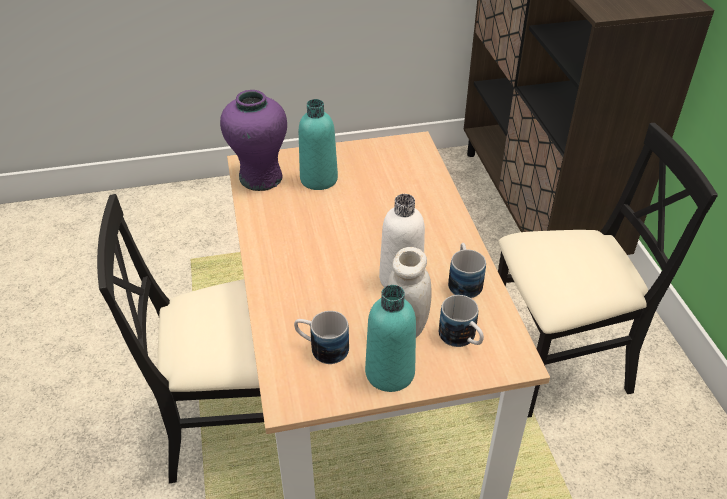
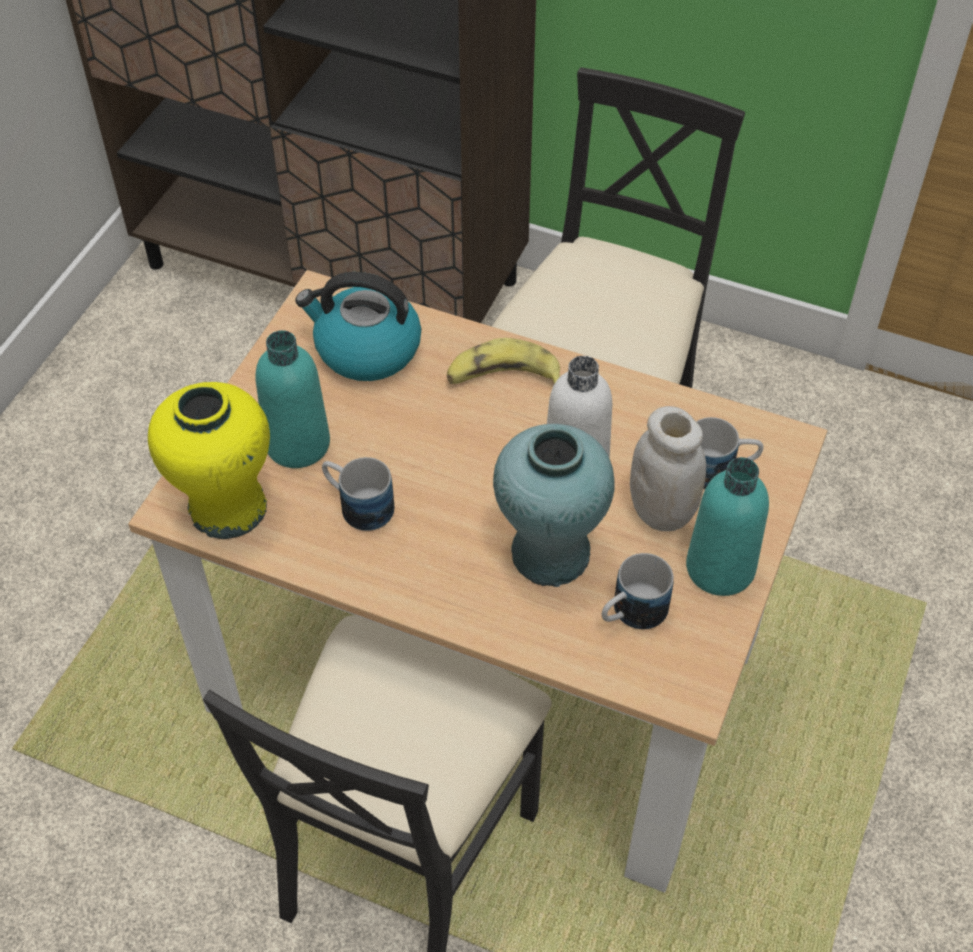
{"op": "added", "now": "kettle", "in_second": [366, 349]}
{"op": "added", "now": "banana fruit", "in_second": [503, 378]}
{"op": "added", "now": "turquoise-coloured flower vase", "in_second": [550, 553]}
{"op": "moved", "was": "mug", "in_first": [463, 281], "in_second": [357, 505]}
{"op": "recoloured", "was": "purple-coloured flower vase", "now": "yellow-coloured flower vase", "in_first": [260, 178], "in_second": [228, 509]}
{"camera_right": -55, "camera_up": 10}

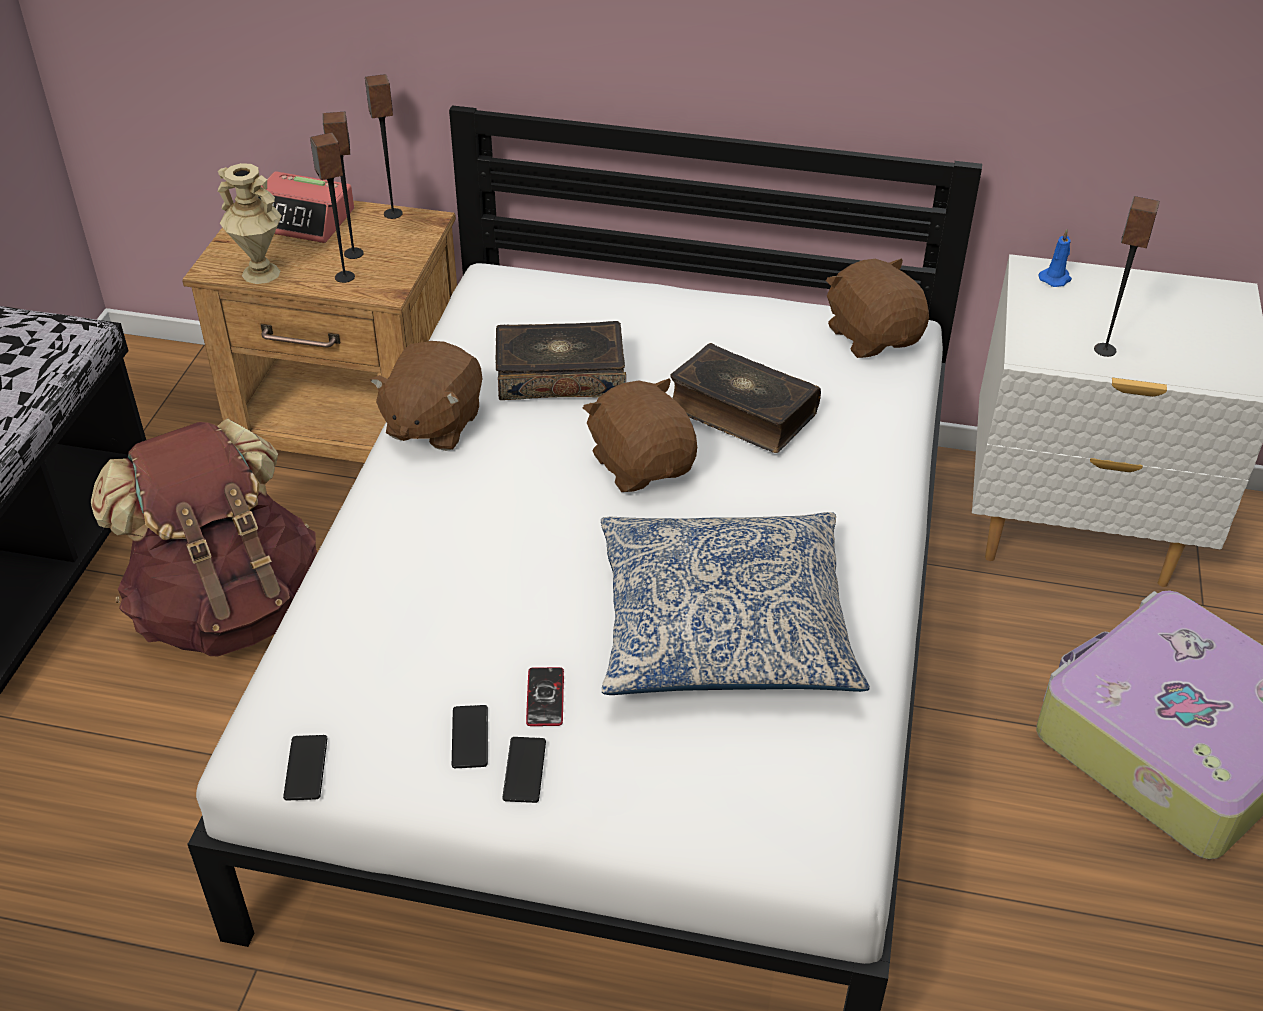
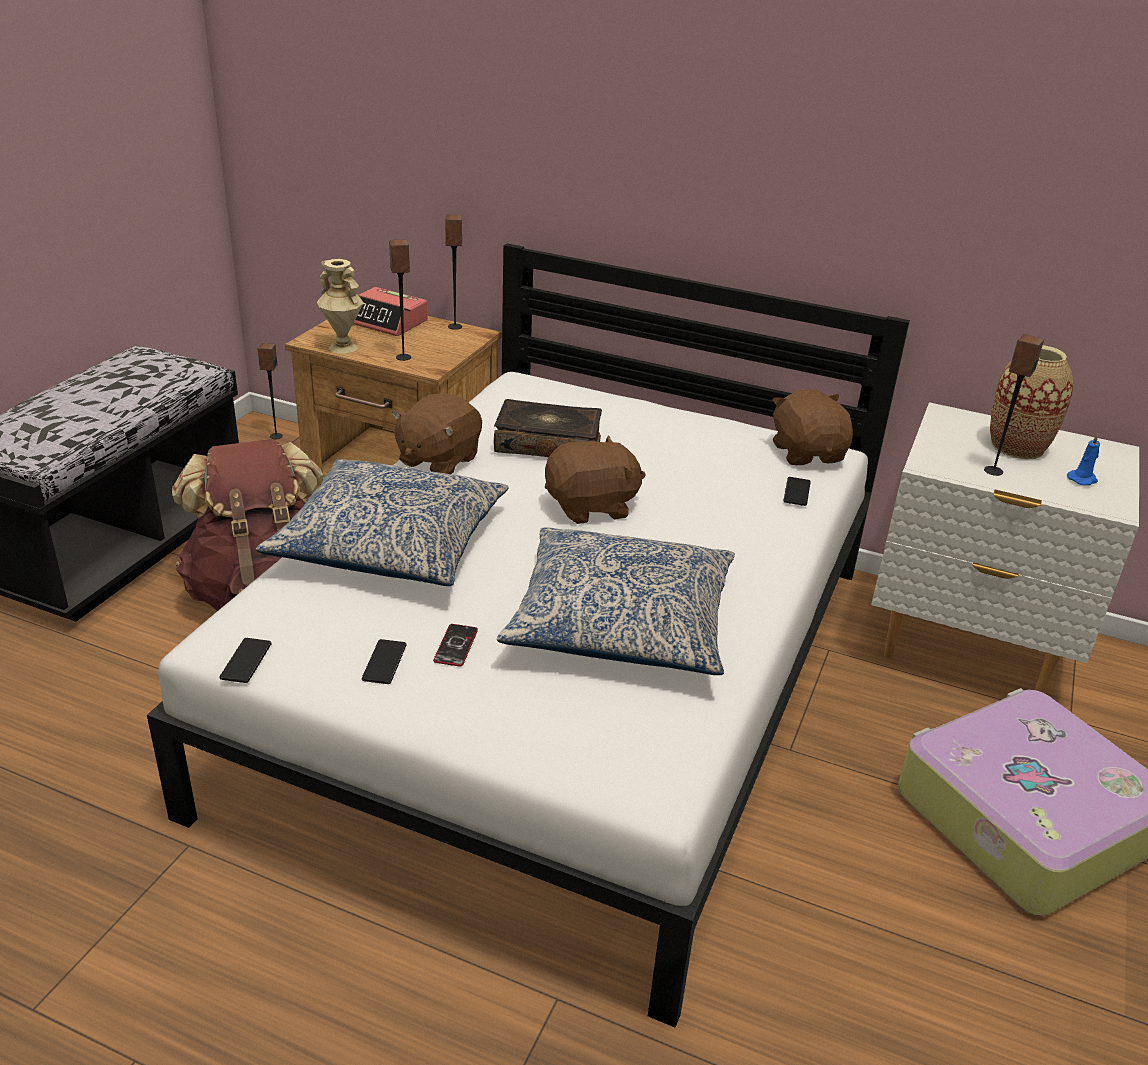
{"op": "removed", "was": "bound book", "in_first": [741, 411]}
{"op": "added", "now": "cushion", "in_second": [390, 543]}
{"op": "added", "now": "flower vase", "in_second": [1017, 447]}
{"op": "moved", "was": "speaker", "in_first": [353, 253], "in_second": [276, 436]}
{"op": "moved", "was": "phone", "in_first": [524, 770], "in_second": [796, 492]}
{"op": "moved", "was": "bluish wax candle", "in_first": [1055, 278], "in_second": [1082, 479]}
{"op": "turned", "was": "brownish cuddly toy", "in_first": [642, 465], "in_second": [591, 507], "clockwise": 90}
{"camera_right": 10, "camera_up": -10}

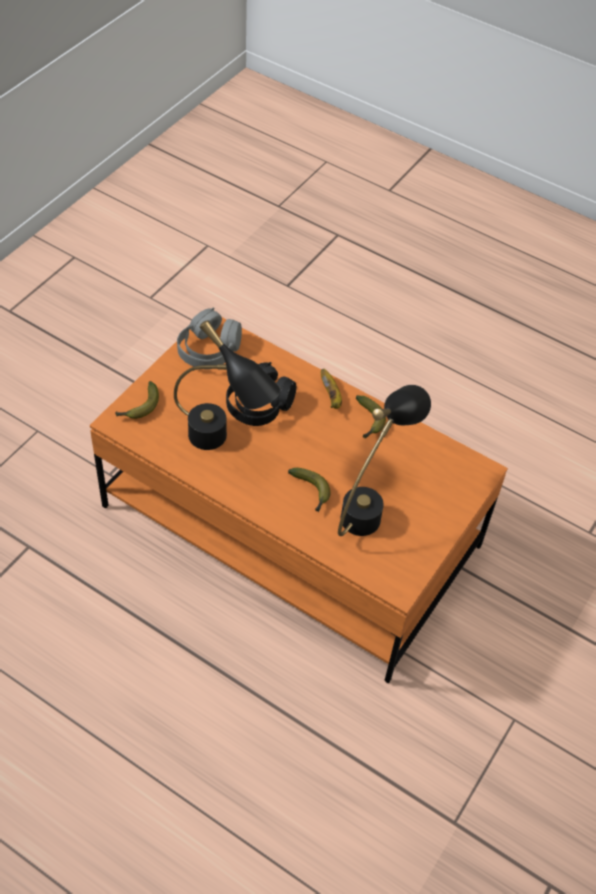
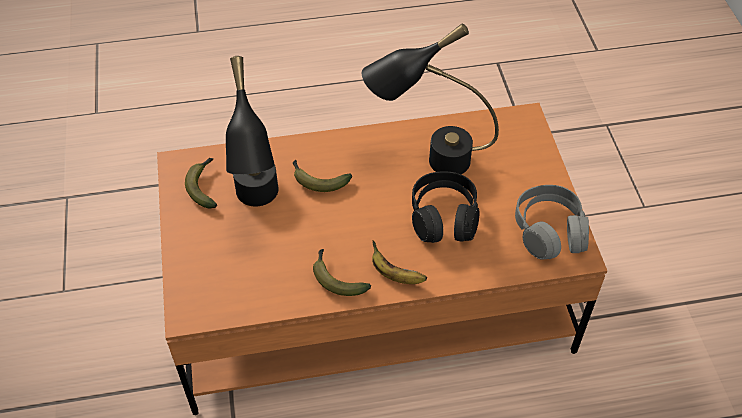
{"op": "moved", "was": "banana fruit", "in_first": [139, 407], "in_second": [204, 186]}
{"camera_right": 140, "camera_up": 0}

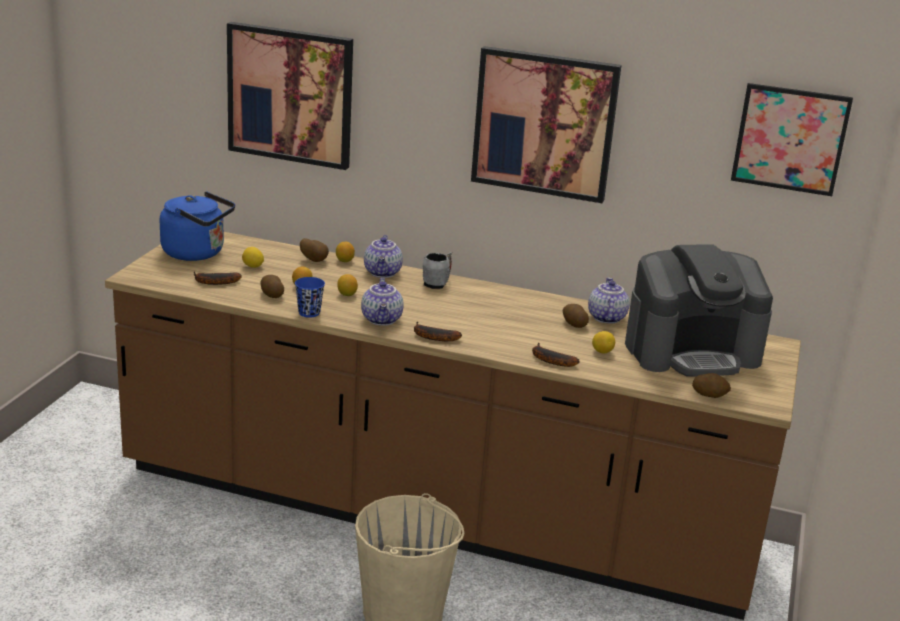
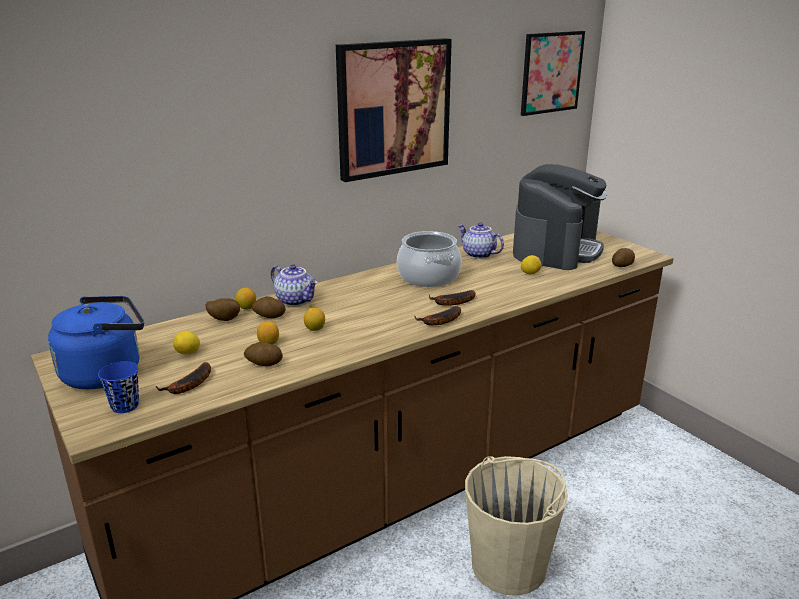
{"op": "removed", "was": "picture", "in_first": [290, 95]}
{"op": "removed", "was": "teapot", "in_first": [382, 320]}
{"op": "removed", "was": "greyish mug", "in_first": [437, 283]}
{"op": "added", "now": "saucepot", "in_second": [428, 277]}
{"op": "moved", "was": "bluish drinking cup", "in_first": [309, 313], "in_second": [125, 406]}
{"op": "moved", "was": "banana fruit", "in_first": [549, 360], "in_second": [452, 303]}
{"op": "moved", "was": "potato", "in_first": [574, 324], "in_second": [269, 316]}
{"camera_right": -50, "camera_up": 0}

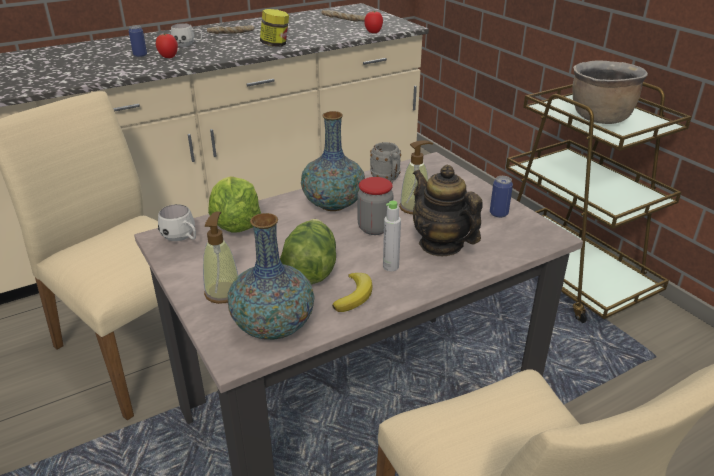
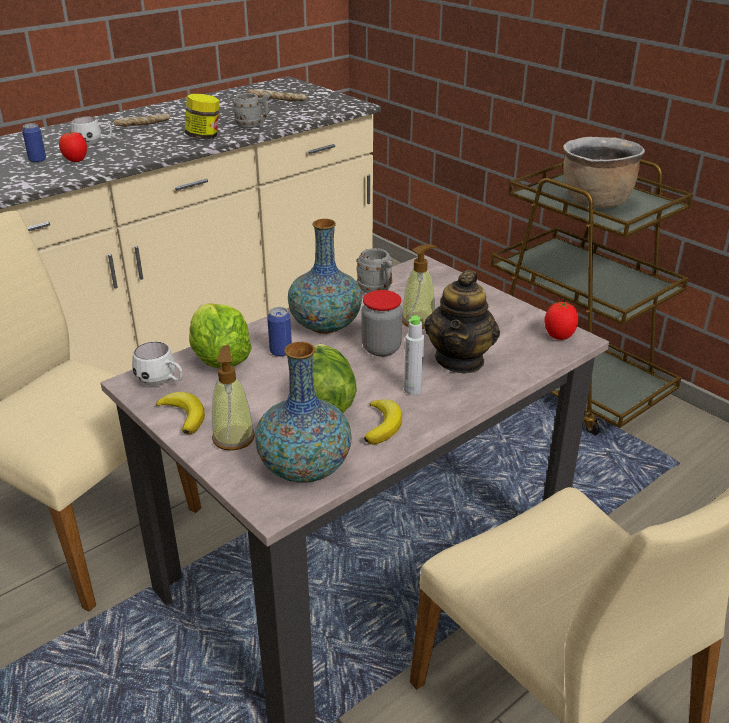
{"op": "added", "now": "banana fruit", "in_second": [184, 415]}
{"op": "added", "now": "greyish mug", "in_second": [253, 126]}
{"op": "moved", "was": "tomato", "in_first": [373, 32], "in_second": [559, 337]}
{"op": "moved", "was": "can", "in_first": [498, 213], "in_second": [281, 351]}
{"op": "turned", "was": "teapot", "in_first": [441, 245], "in_second": [460, 360], "clockwise": -120}
{"camera_right": -10, "camera_up": 0}

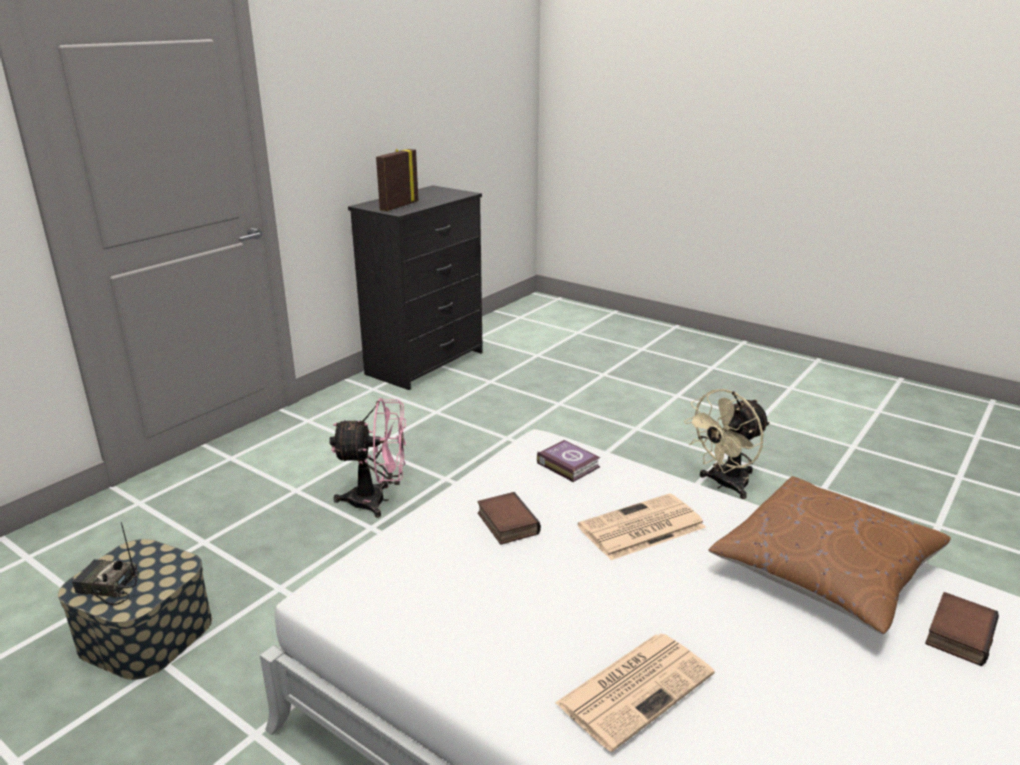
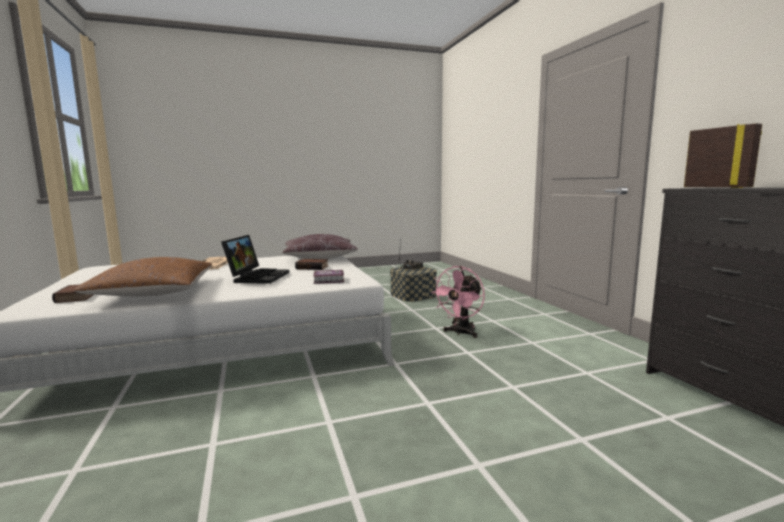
{"op": "removed", "was": "sand-coloured cooling fan", "in_first": [724, 485]}
{"op": "added", "now": "brownish cushion", "in_second": [319, 258]}
{"op": "replaced", "was": "newspaper", "now": "notebook computer", "in_first": [640, 528], "in_second": [257, 277]}
{"camera_right": 125, "camera_up": -15}

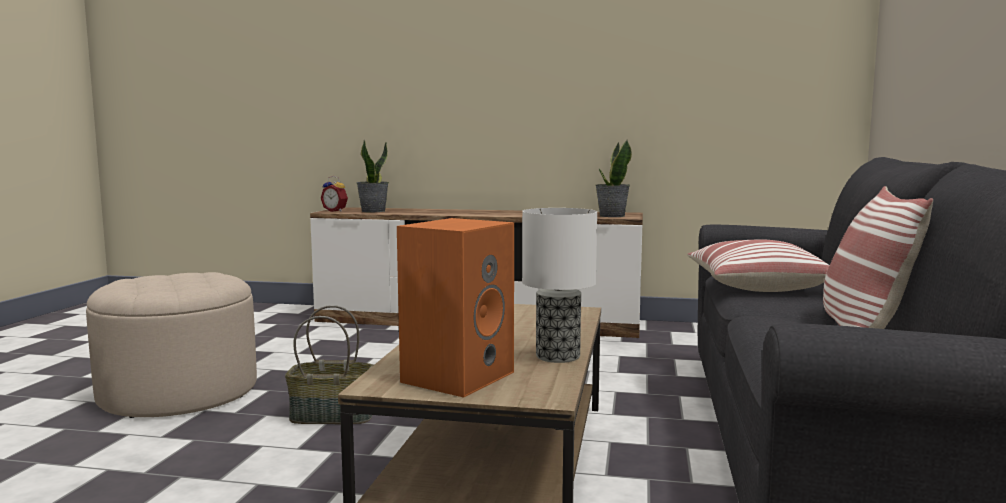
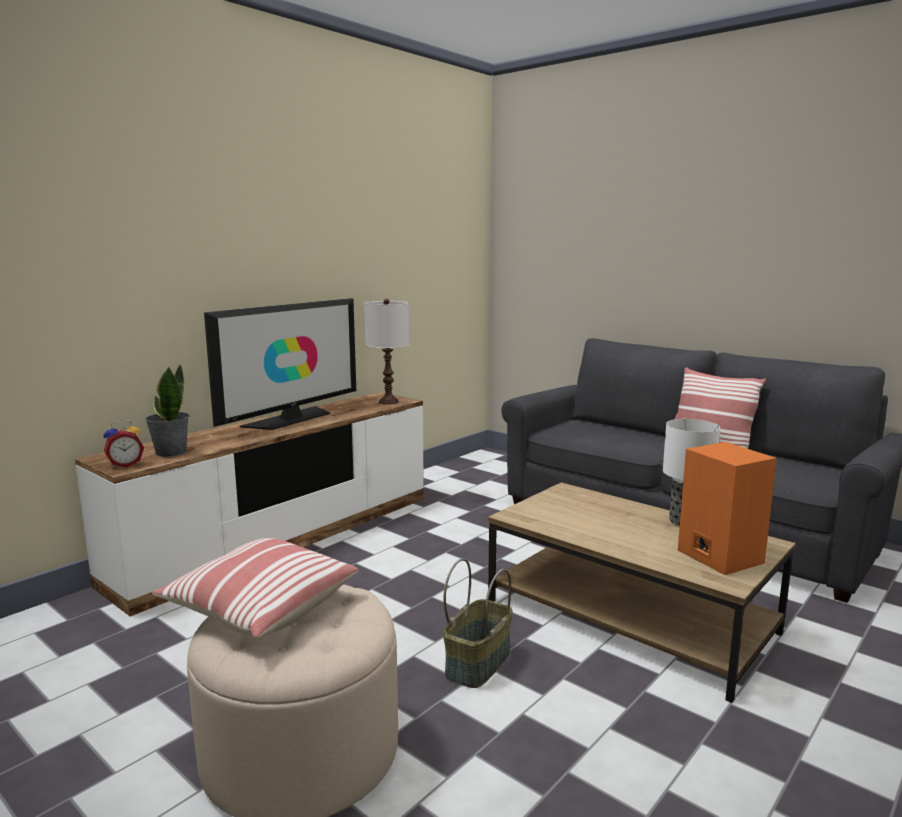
{"op": "added", "now": "TV set", "in_second": [291, 419]}
{"op": "moved", "was": "cushion", "in_first": [756, 286], "in_second": [260, 608]}
{"op": "replaced", "was": "houseplant", "now": "white lamp for a table", "in_first": [611, 216], "in_second": [388, 401]}
{"camera_right": -60, "camera_up": 5}

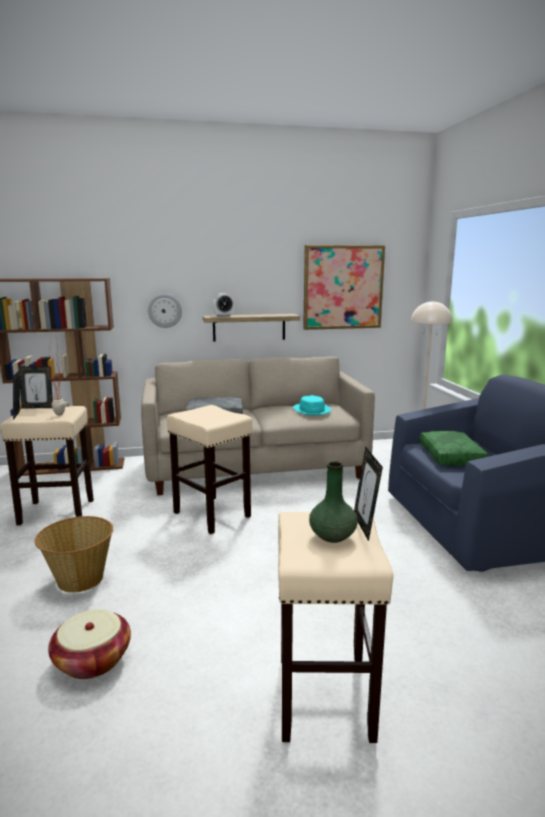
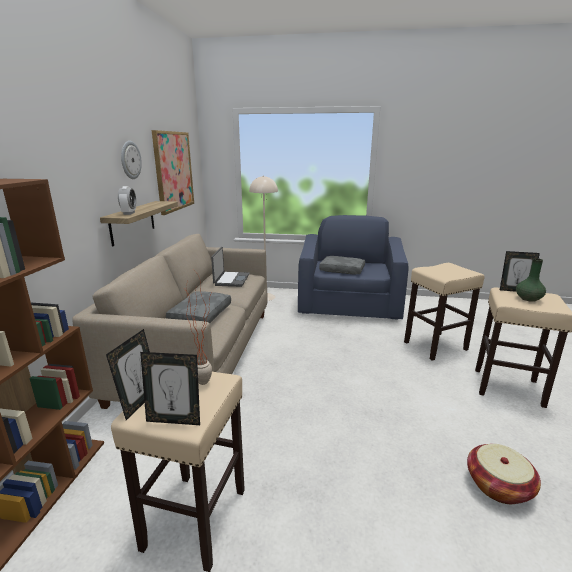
{"op": "removed", "was": "storage basket", "in_first": [80, 579]}
{"op": "moved", "was": "hanging clock", "in_first": [165, 310], "in_second": [130, 160]}
{"op": "moved", "was": "sand-coloured stool", "in_first": [212, 514], "in_second": [436, 346]}
{"op": "replaced", "was": "turquoise-coloured wearable hat", "now": "notebook computer", "in_first": [312, 410], "in_second": [231, 280]}
{"op": "recoloured", "was": "greenish cushion", "now": "greyish cushion", "in_first": [452, 456], "in_second": [342, 270]}
{"camera_right": -70, "camera_up": 5}

